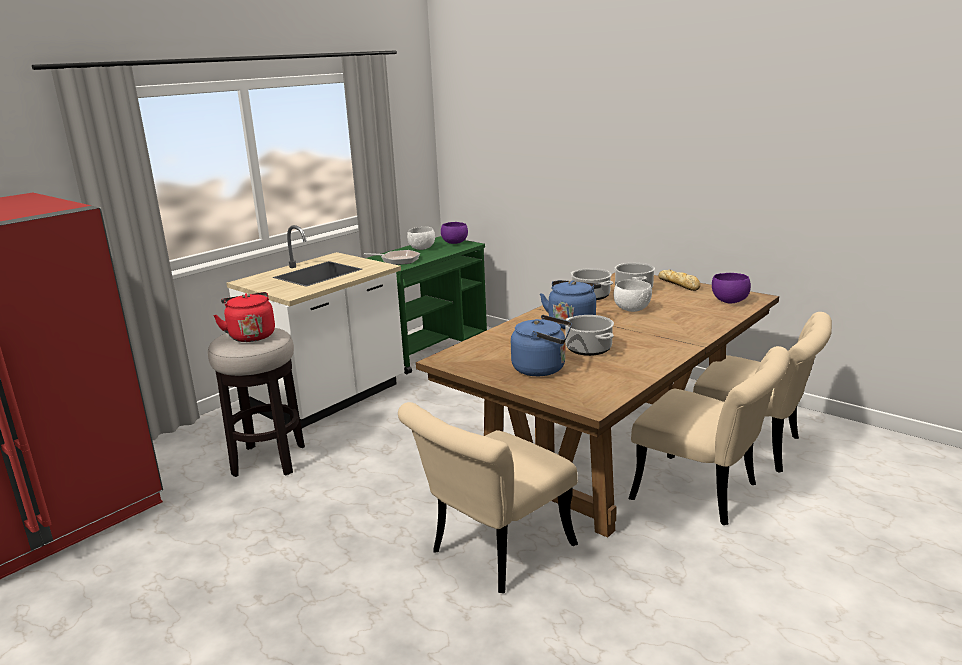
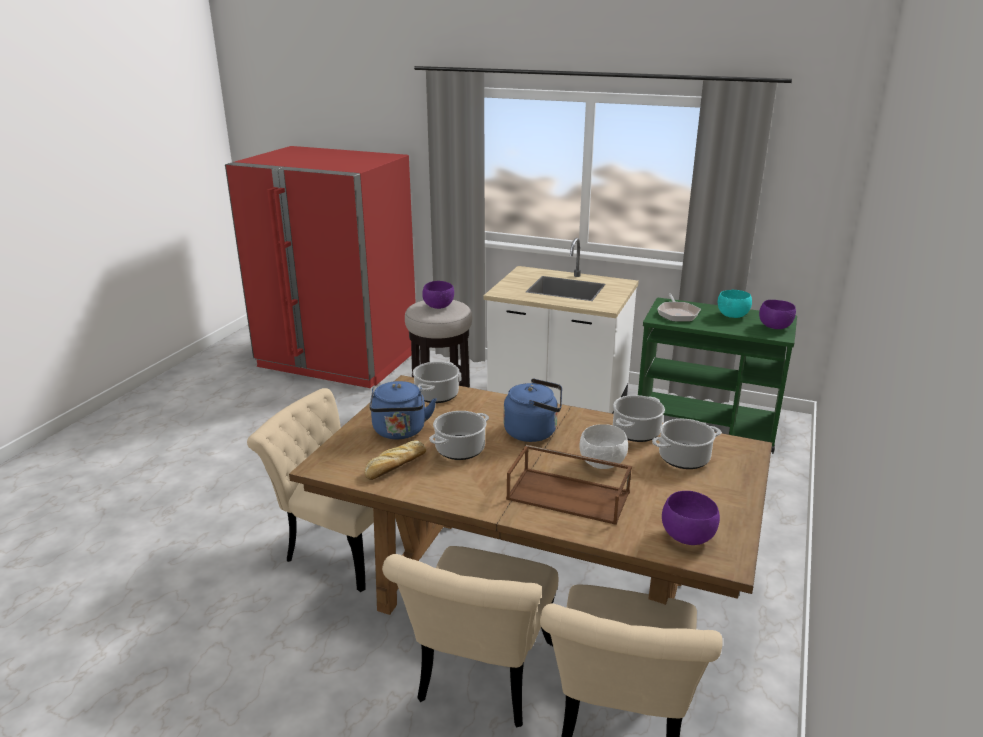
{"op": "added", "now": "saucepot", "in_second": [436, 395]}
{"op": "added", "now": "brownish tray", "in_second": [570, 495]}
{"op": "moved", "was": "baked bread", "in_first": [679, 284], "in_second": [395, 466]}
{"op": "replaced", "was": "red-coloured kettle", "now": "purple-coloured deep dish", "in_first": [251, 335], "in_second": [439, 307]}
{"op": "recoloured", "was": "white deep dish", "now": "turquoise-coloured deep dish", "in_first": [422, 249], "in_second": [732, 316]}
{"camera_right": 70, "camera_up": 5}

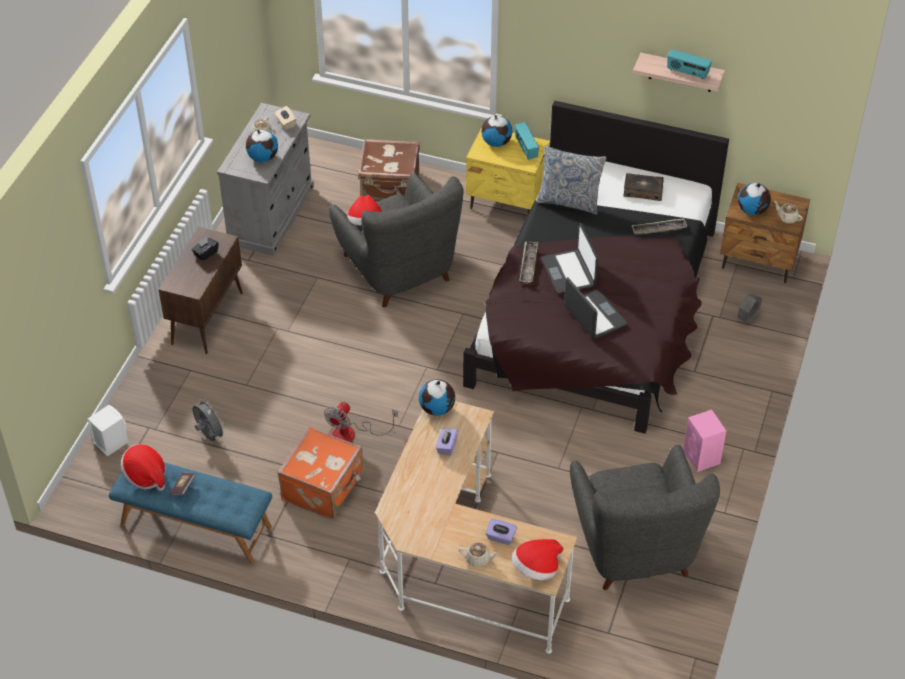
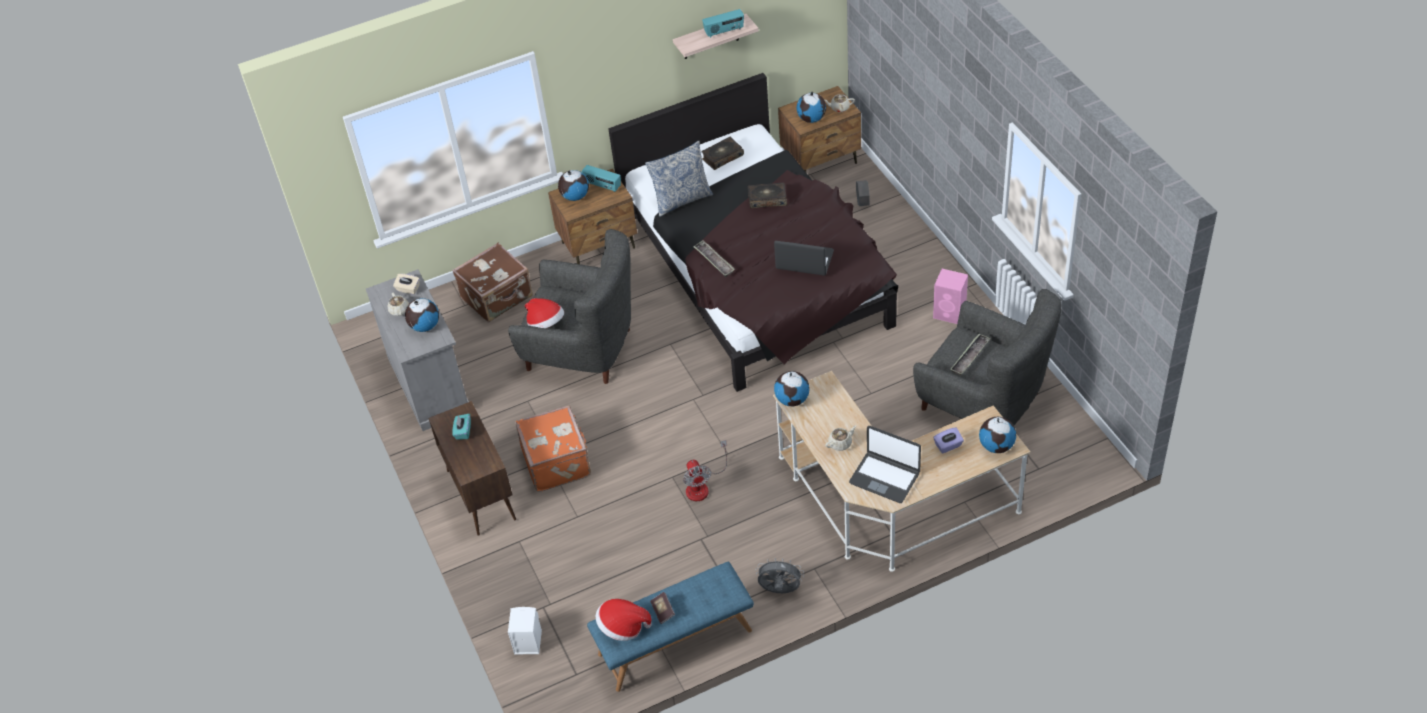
{"op": "removed", "was": "purple-coloured tissue box", "in_first": [446, 446]}
{"op": "added", "now": "bound book", "in_second": [767, 199]}
{"op": "moved", "was": "greyish cooling fan", "in_first": [209, 435], "in_second": [780, 591]}
{"op": "moved", "was": "orange-coloured suitcase", "in_first": [324, 488], "in_second": [557, 462]}
{"op": "moved", "was": "sand-coloured teapot", "in_first": [478, 559], "in_second": [840, 443]}
{"op": "moved", "was": "notebook computer", "in_first": [569, 272], "in_second": [885, 477]}
{"op": "moved", "was": "tray", "in_first": [658, 229], "in_second": [970, 357]}
{"op": "replaced", "was": "wearable hat", "now": "globe", "in_first": [536, 569], "in_second": [996, 446]}
{"op": "recoloured", "was": "black tissue box", "now": "turquoise-coloured tissue box", "in_first": [206, 253], "in_second": [463, 432]}
{"op": "recoloured", "was": "yellow-coloured nightstand", "now": "brownish nightstand", "in_first": [507, 202], "in_second": [599, 245]}
{"camera_right": -40, "camera_up": 0}

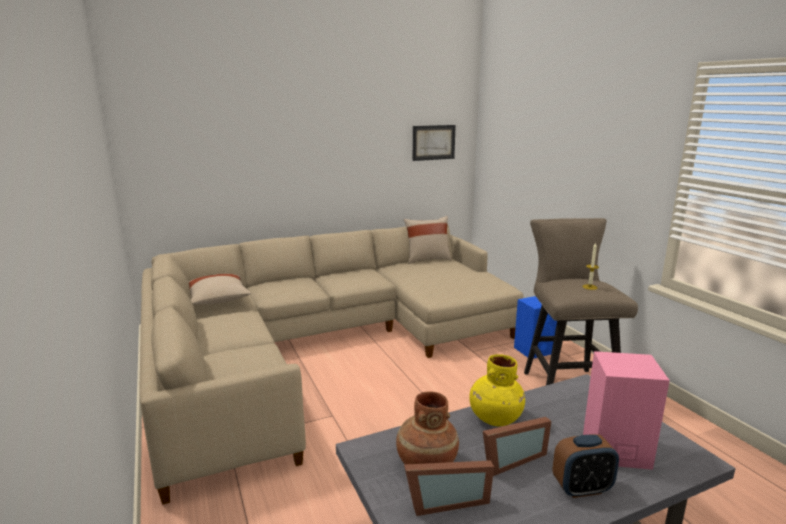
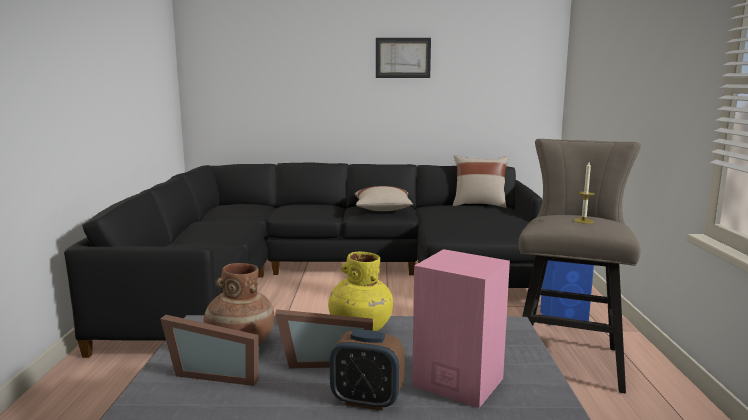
{"op": "moved", "was": "sand-coloured cushion", "in_first": [217, 300], "in_second": [382, 210]}
{"op": "moved", "was": "picture", "in_first": [433, 142], "in_second": [403, 58]}
{"op": "recoloured", "was": "sand-coloured sofa", "now": "black sofa", "in_first": [322, 347], "in_second": [331, 276]}
{"camera_right": 25, "camera_up": -5}

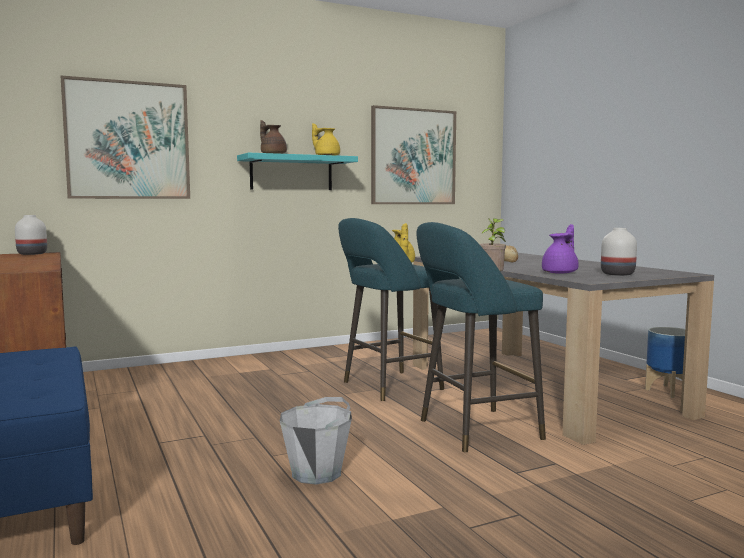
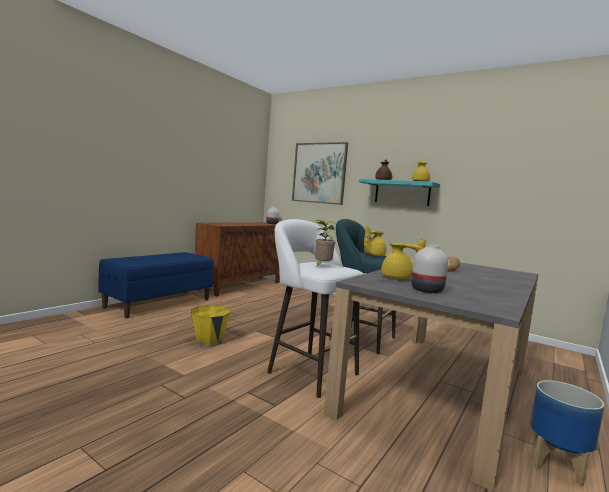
{"op": "removed", "was": "picture", "in_first": [413, 157]}
{"op": "recoloured", "was": "greyish water bucket", "now": "yellow-coloured water bucket", "in_first": [317, 473], "in_second": [209, 341]}
{"op": "recoloured", "was": "turquoise-coloured stool", "now": "white stool", "in_first": [473, 430], "in_second": [309, 371]}
{"op": "recoloured", "was": "purple-coloured teapot", "now": "yellow-coloured teapot", "in_first": [561, 273], "in_second": [398, 278]}
{"camera_right": 60, "camera_up": 0}

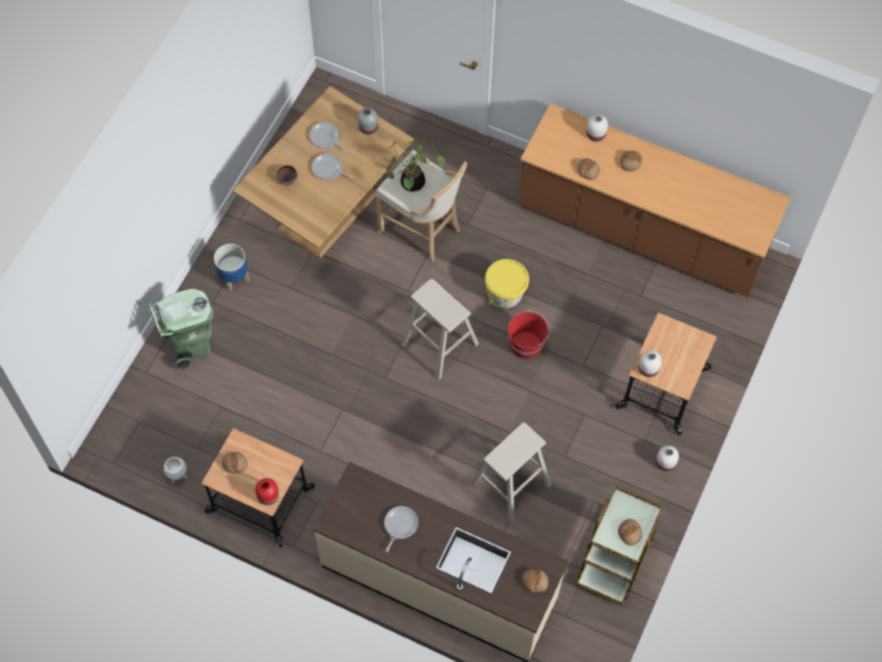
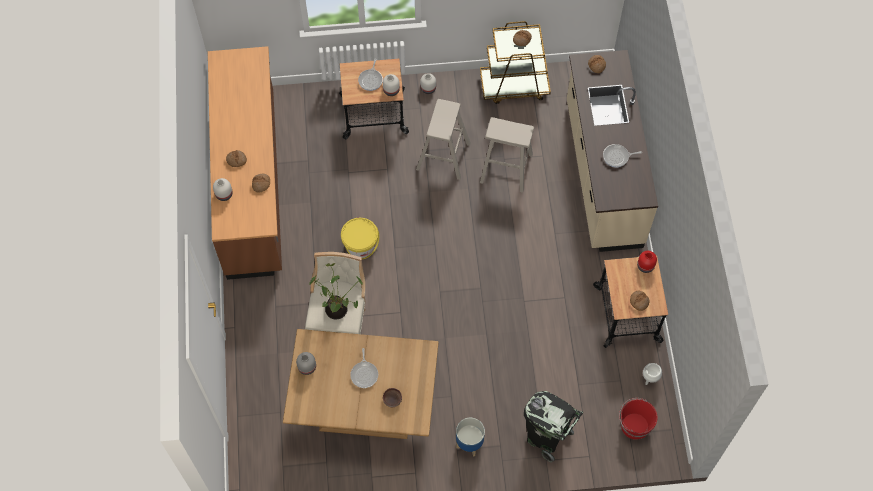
{"op": "moved", "was": "frying pan", "in_first": [326, 137], "in_second": [371, 80]}
{"op": "moved", "was": "sand-coloured stool", "in_first": [439, 344], "in_second": [443, 156]}
{"op": "moved", "was": "red-coloured water bucket", "in_first": [526, 344], "in_second": [634, 426]}
{"op": "recoloured", "was": "greenish waste bin", "now": "black waste bin", "in_first": [191, 346], "in_second": [546, 437]}
{"camera_right": -120, "camera_up": 0}

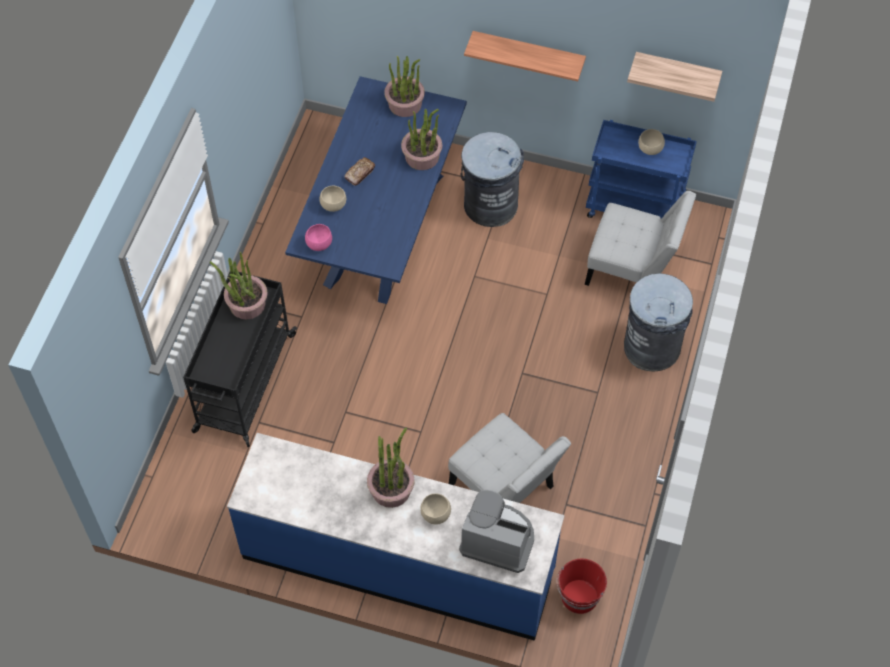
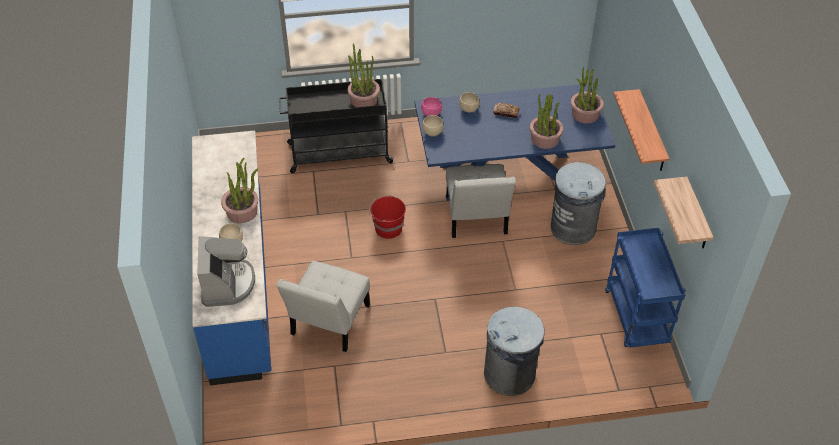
{"op": "moved", "was": "red-coloured water bucket", "in_first": [579, 597], "in_second": [388, 228]}
{"op": "moved", "was": "white chair", "in_first": [633, 270], "in_second": [476, 218]}
{"op": "moved", "was": "sand-coloured deep dish", "in_first": [650, 150], "in_second": [432, 133]}
{"camera_right": 65, "camera_up": -10}

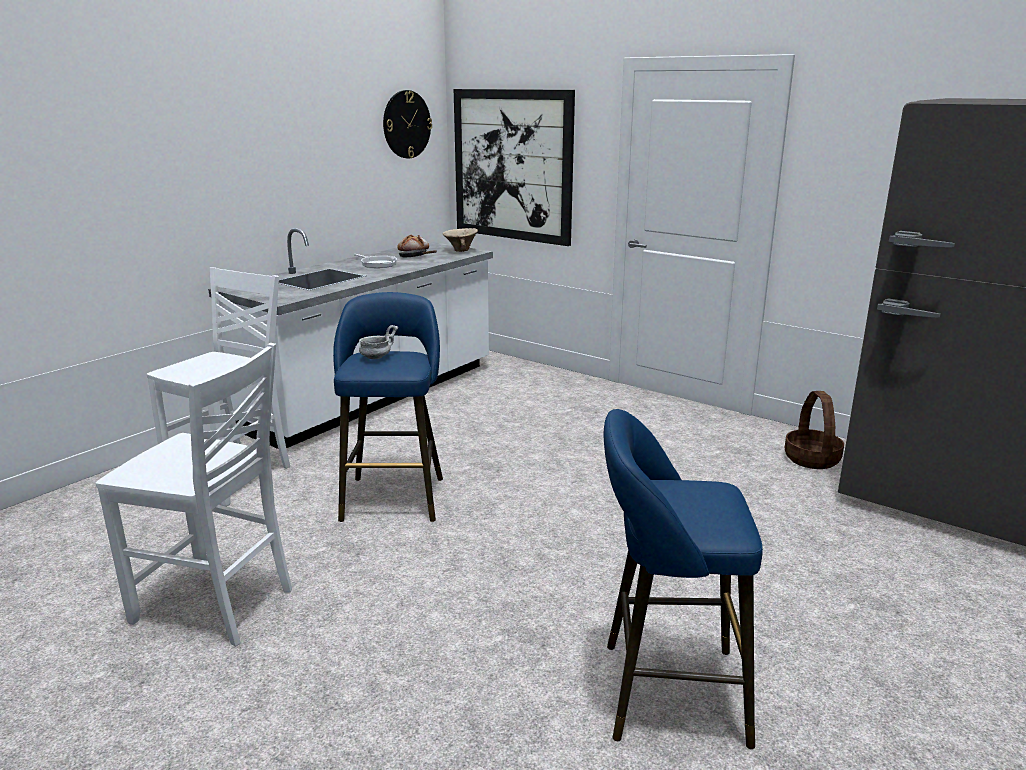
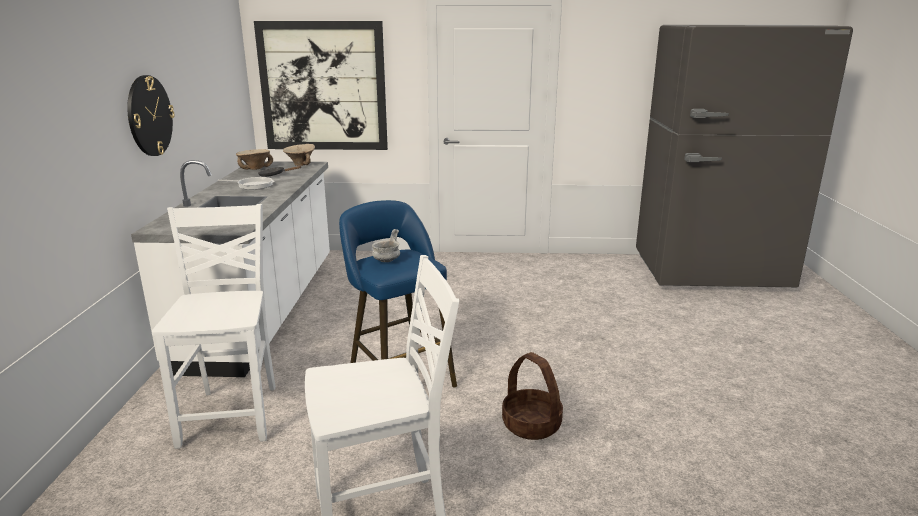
{"op": "removed", "was": "bluish stool", "in_first": [663, 692]}
{"op": "moved", "was": "hanging clock", "in_first": [406, 124], "in_second": [149, 116]}
{"op": "moved", "was": "storage basket", "in_first": [811, 459], "in_second": [531, 424]}
{"op": "replaced", "was": "baked bread", "now": "sand-coloured deep dish", "in_first": [413, 248], "in_second": [255, 168]}
{"camera_right": -35, "camera_up": 0}

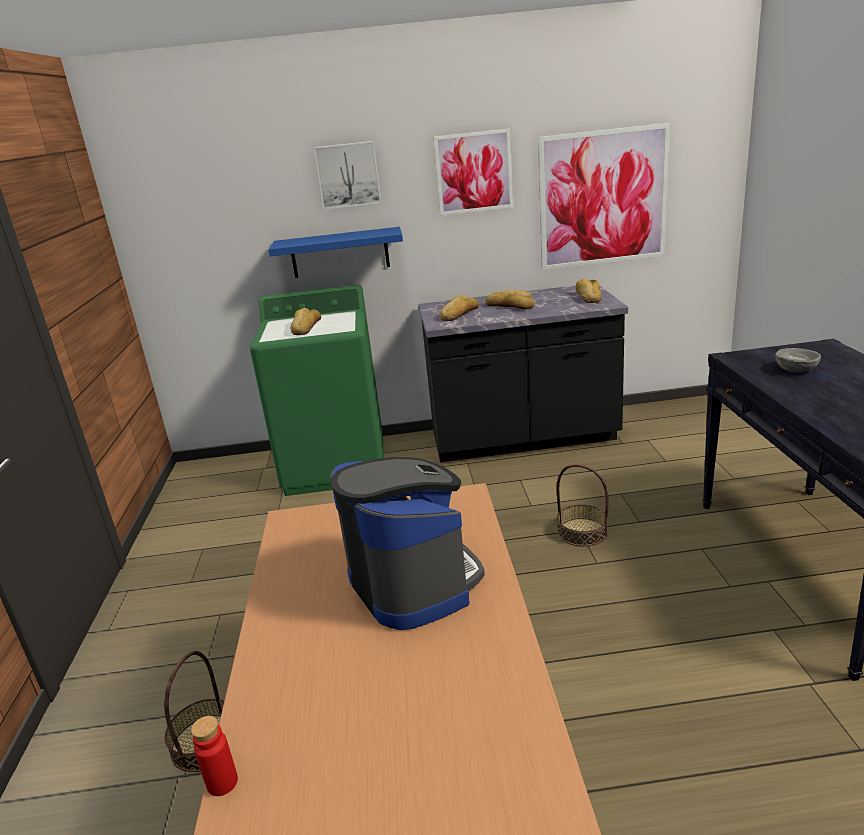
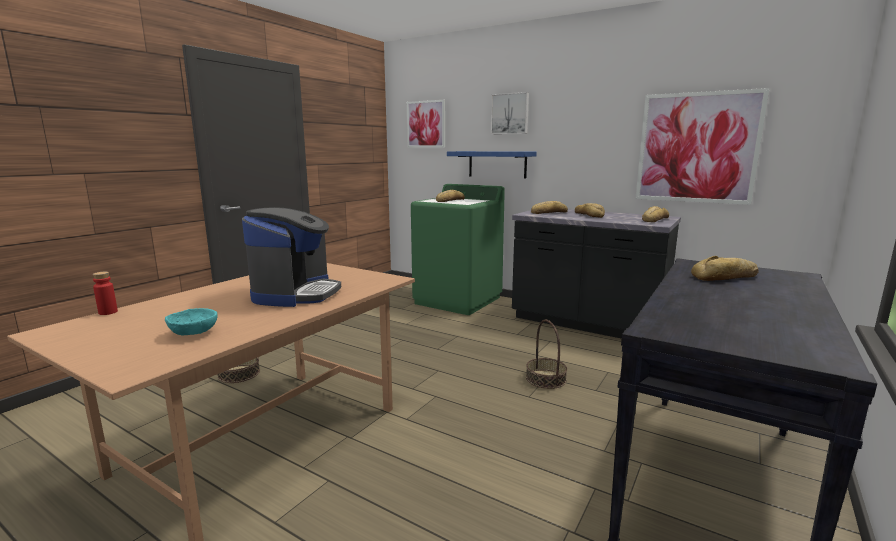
{"op": "added", "now": "turquoise-coloured deep dish", "in_second": [193, 333]}
{"op": "moved", "was": "picture", "in_first": [474, 172], "in_second": [426, 124]}
{"op": "replaced", "was": "greyish deep dish", "now": "baked bread", "in_first": [795, 370], "in_second": [725, 277]}
{"camera_right": 35, "camera_up": -10}

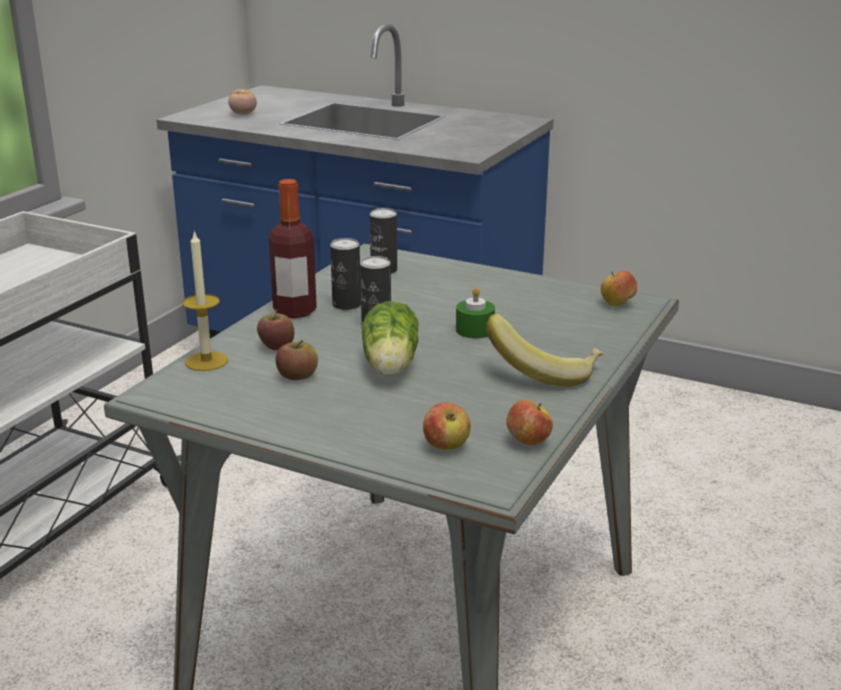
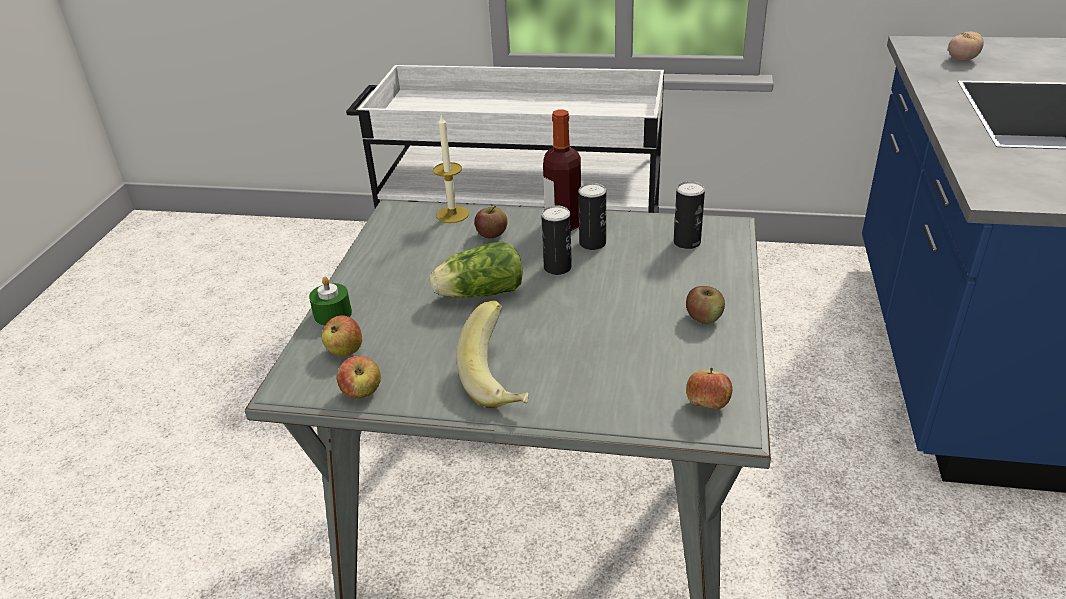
{"op": "moved", "was": "apple fruit", "in_first": [297, 376], "in_second": [704, 317]}
{"op": "moved", "was": "greenish wax candle", "in_first": [475, 330], "in_second": [333, 314]}
{"camera_right": 75, "camera_up": 10}

